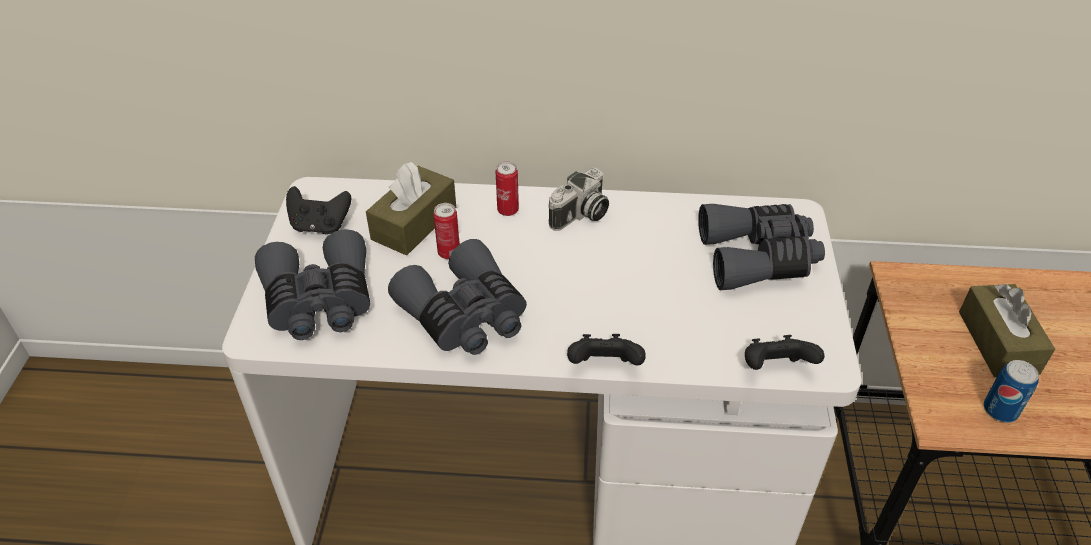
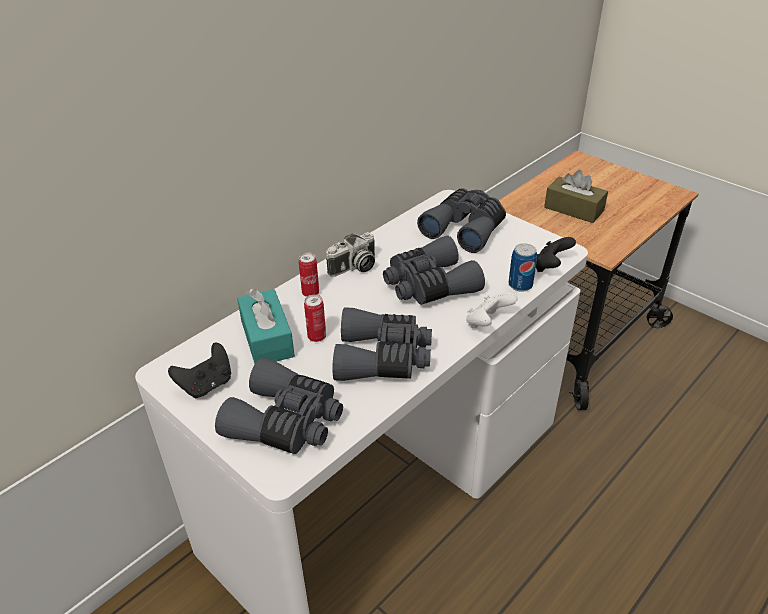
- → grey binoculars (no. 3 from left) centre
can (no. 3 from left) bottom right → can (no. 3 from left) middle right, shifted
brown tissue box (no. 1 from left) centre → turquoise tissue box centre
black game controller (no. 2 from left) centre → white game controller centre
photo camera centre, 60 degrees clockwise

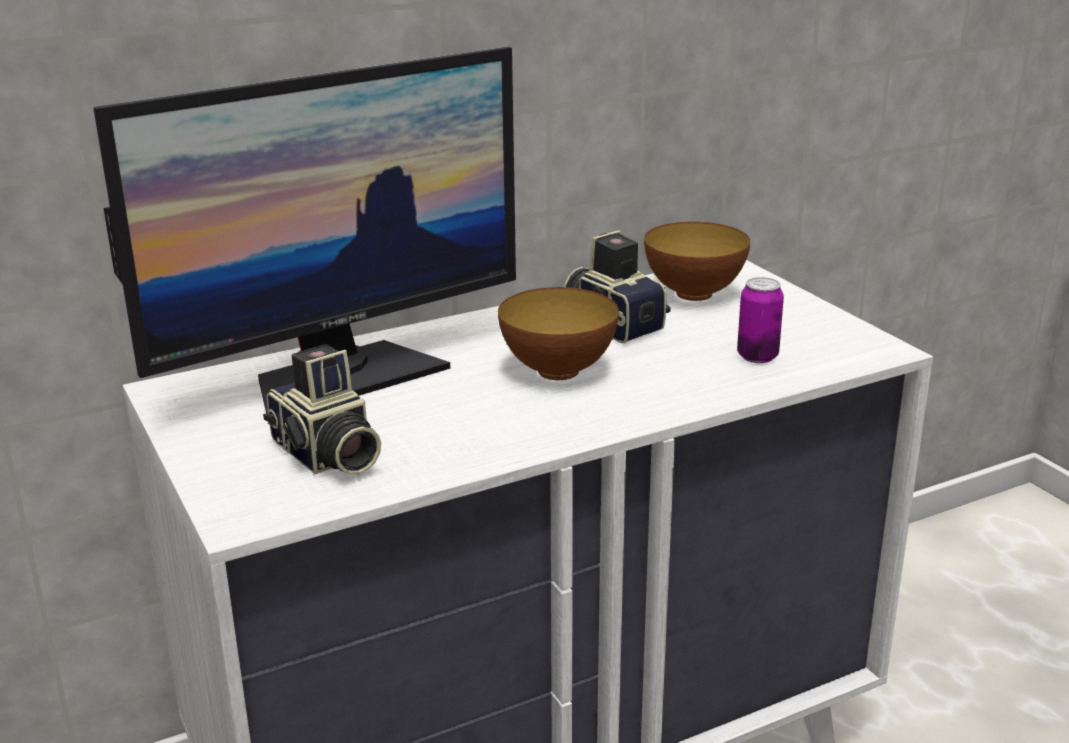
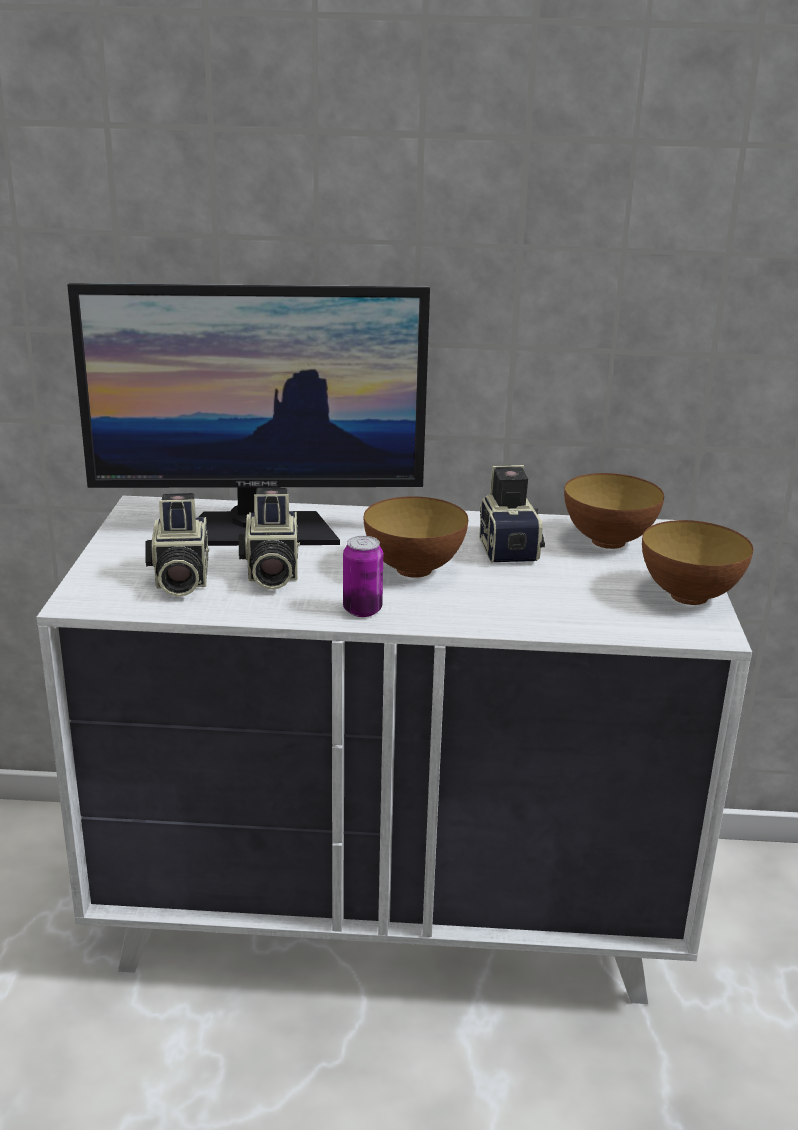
- → photo camera (no. 2 from left) centre
- → bowl (no. 3 from left) middle right
can middle right → can centre, shifted

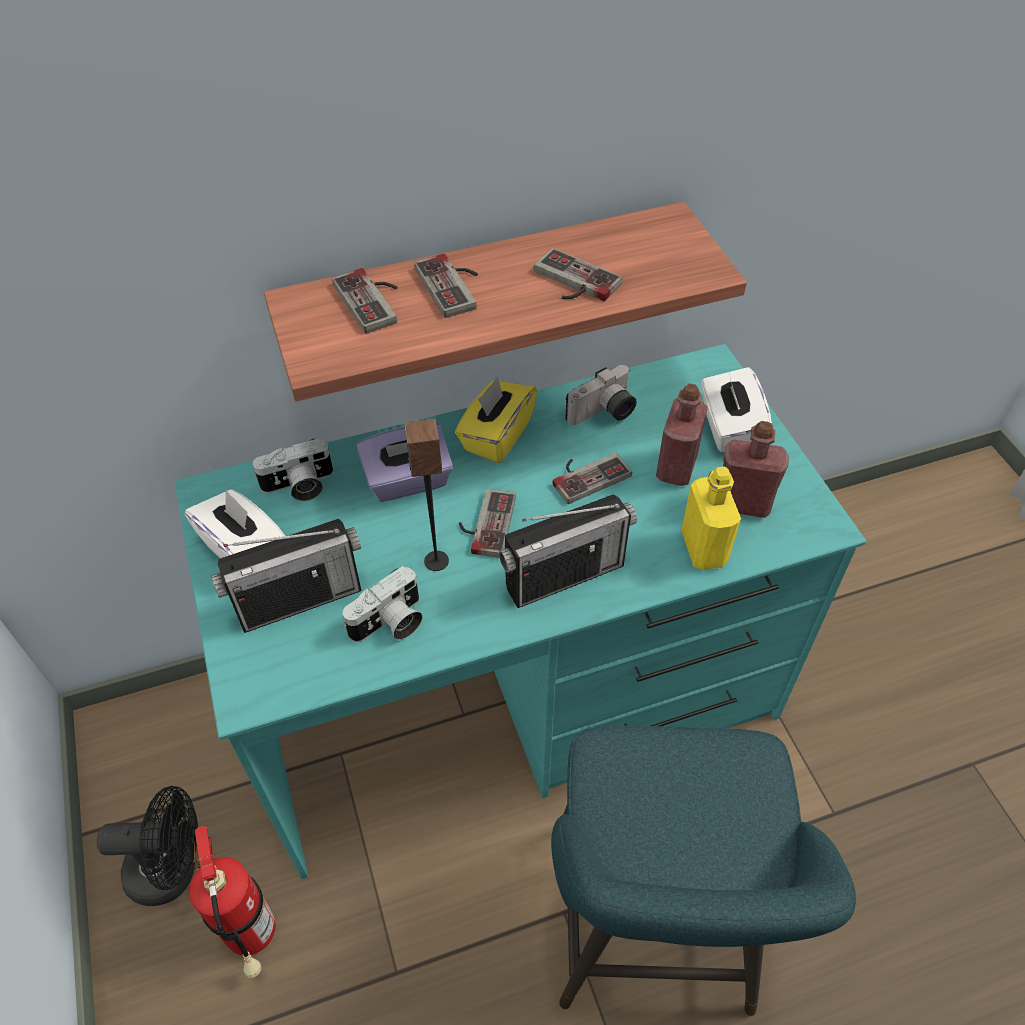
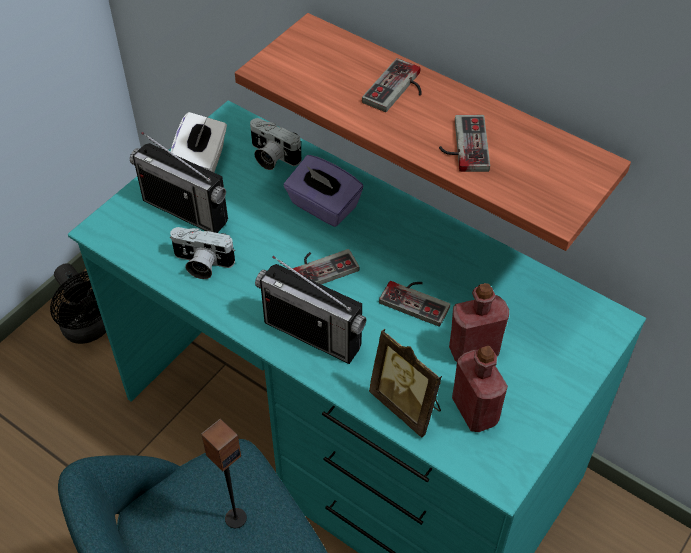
fire extinguisher bottom left → -
game controller (no. 1 from left) top centre → -
yellow tissue box centre → -
photo camera (no. 3 from left) centre → -
white tissue box (no. 2 from left) middle right → -
speaker centre → speaker bottom left, shifted
yellow bottle middle right → picture frame bottom centre

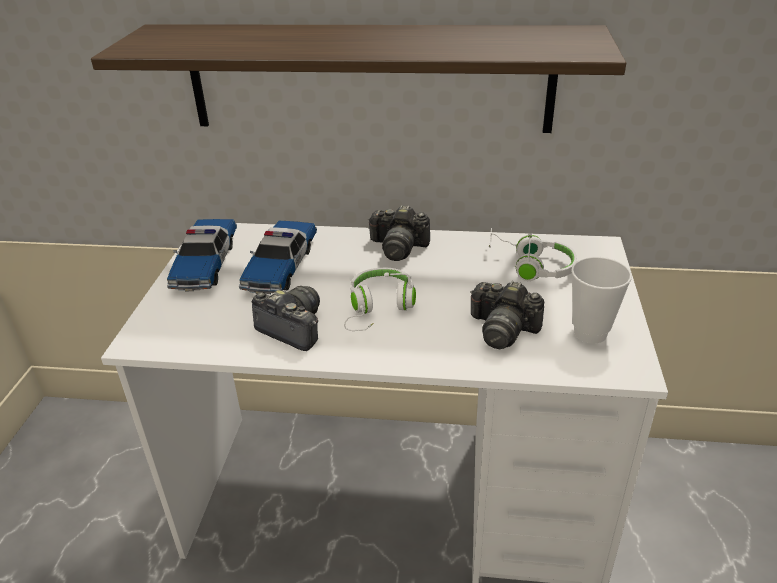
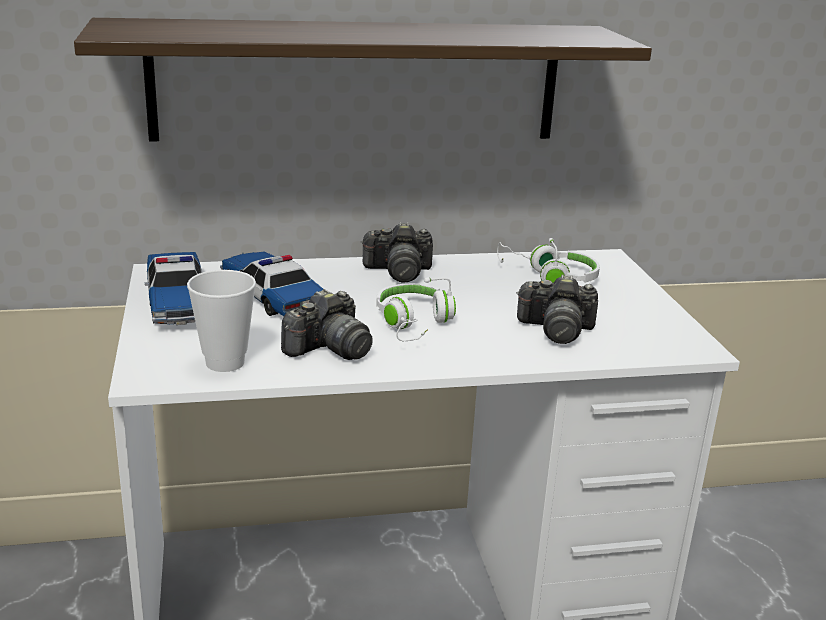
cup middle right → cup middle left, shifted
toy car (no. 2 from left) centre → toy car (no. 2 from left) middle left, 150 degrees clockwise
photo camera (no. 1 from left) centre, 120 degrees clockwise

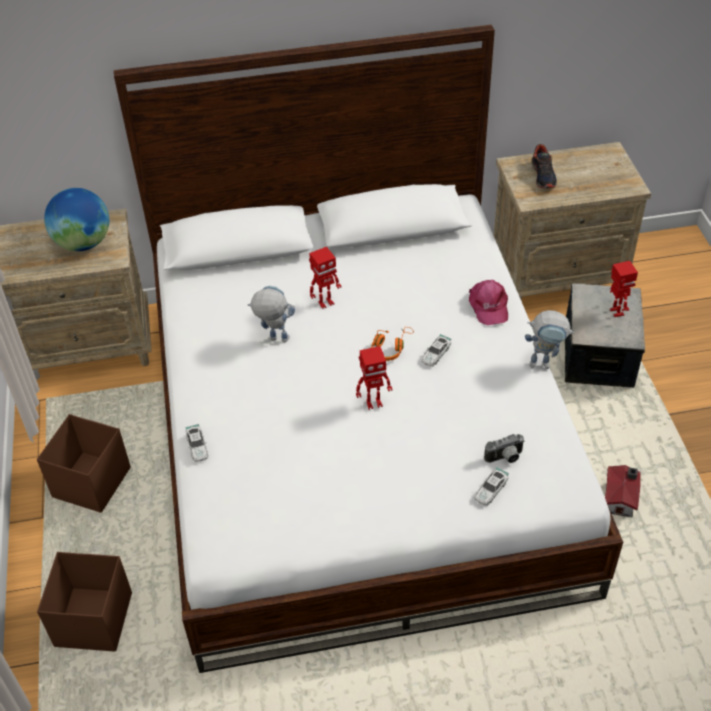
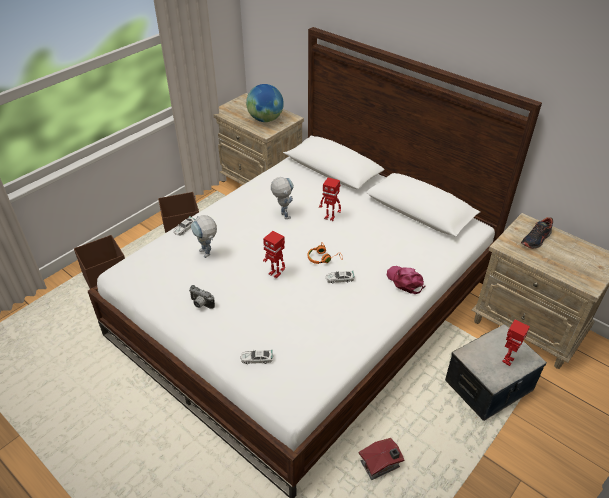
photo camera middle right → photo camera middle left, shifted
toy robot (no. 4 from left in the first image) middle right → toy robot (no. 1 from left) centre, shifted
pink cap middle right, 105 degrees clockwise

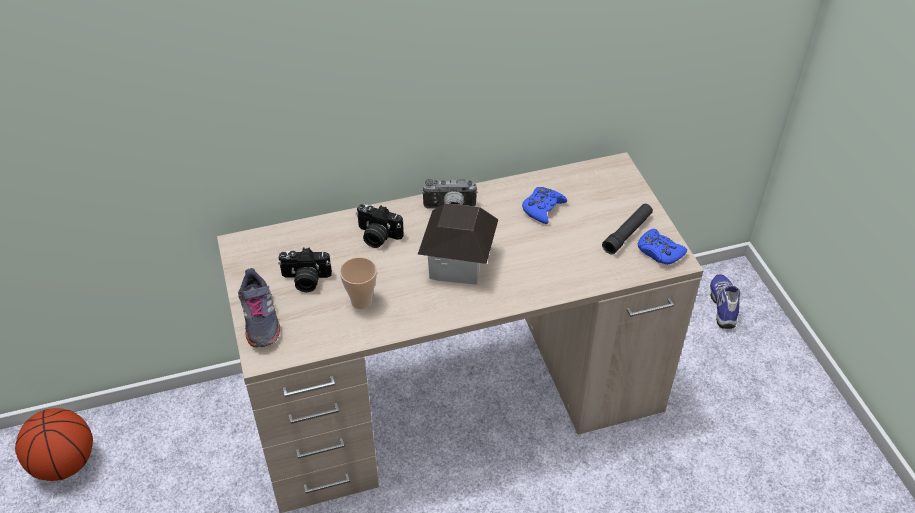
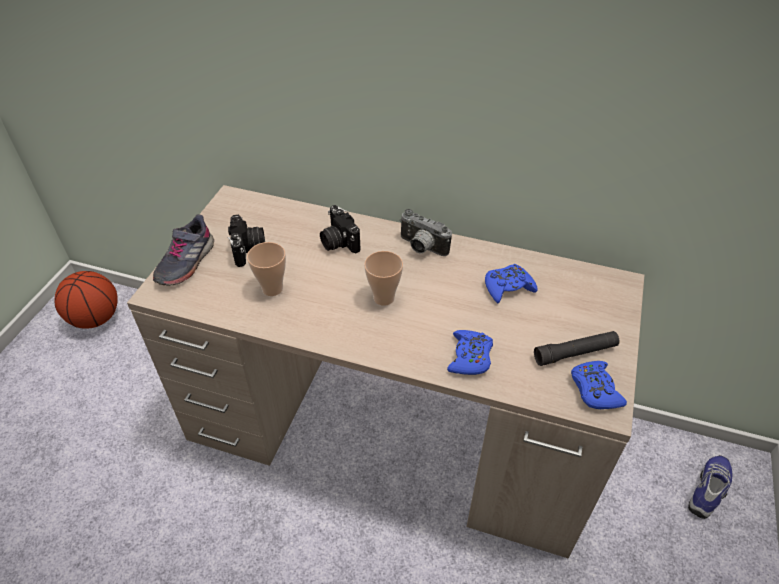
- → blue game controller (no. 1 from left) centre
toy house centre → cup (no. 2 from left) centre
photo camera (no. 1 from left) centre → photo camera (no. 1 from left) middle left, 135 degrees counterclockwise

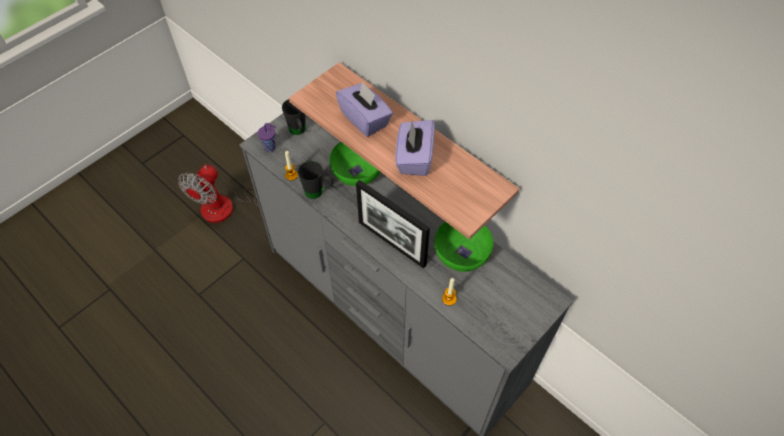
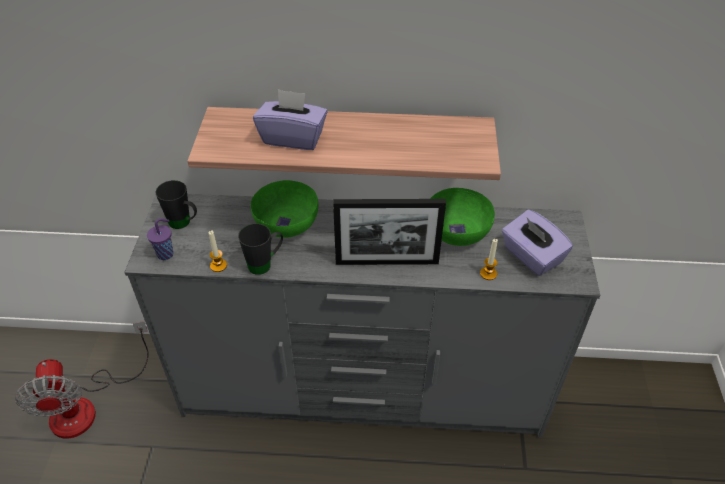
purple tissue box (no. 2 from left) centre → purple tissue box (no. 2 from left) middle right, shifted

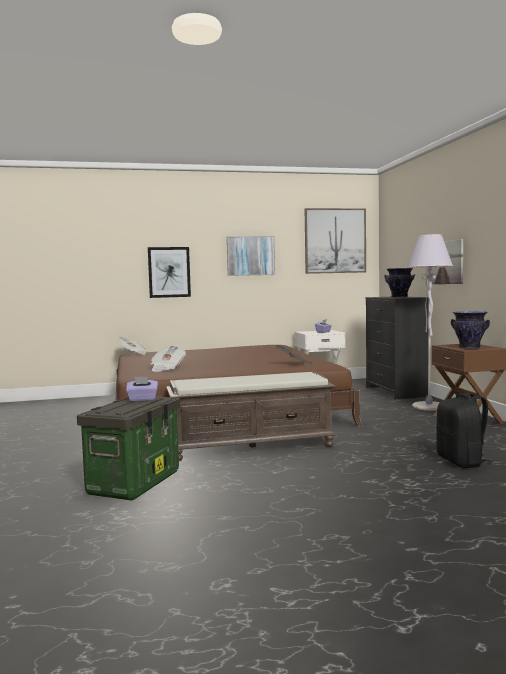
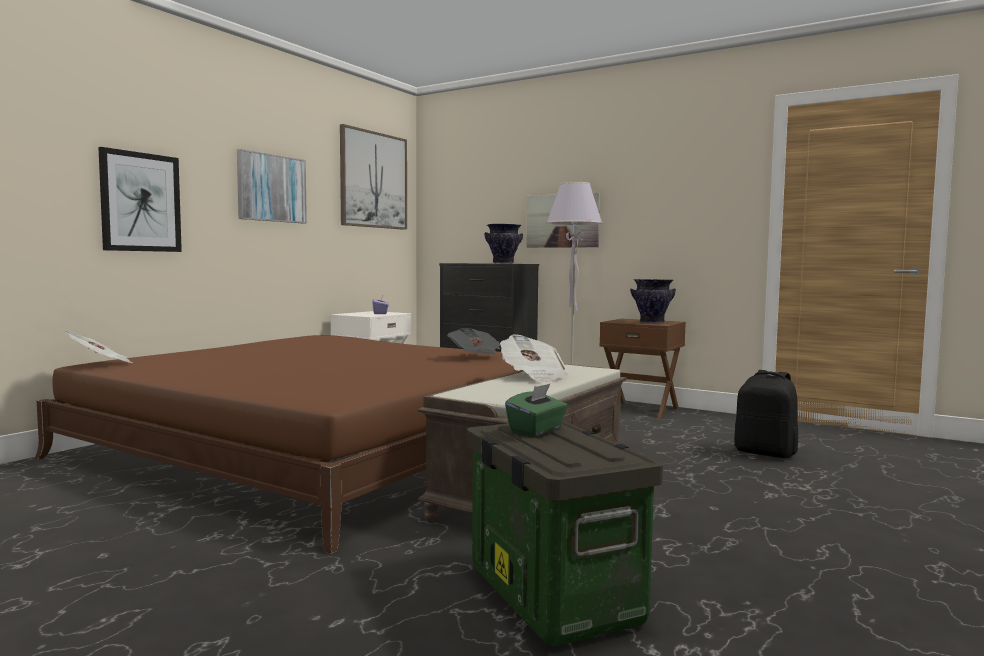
newspaper (no. 2 from left in the first image) middle left → newspaper (no. 3 from left) centre, shifted
purple tissue box (no. 1 from left) middle left → green tissue box centre

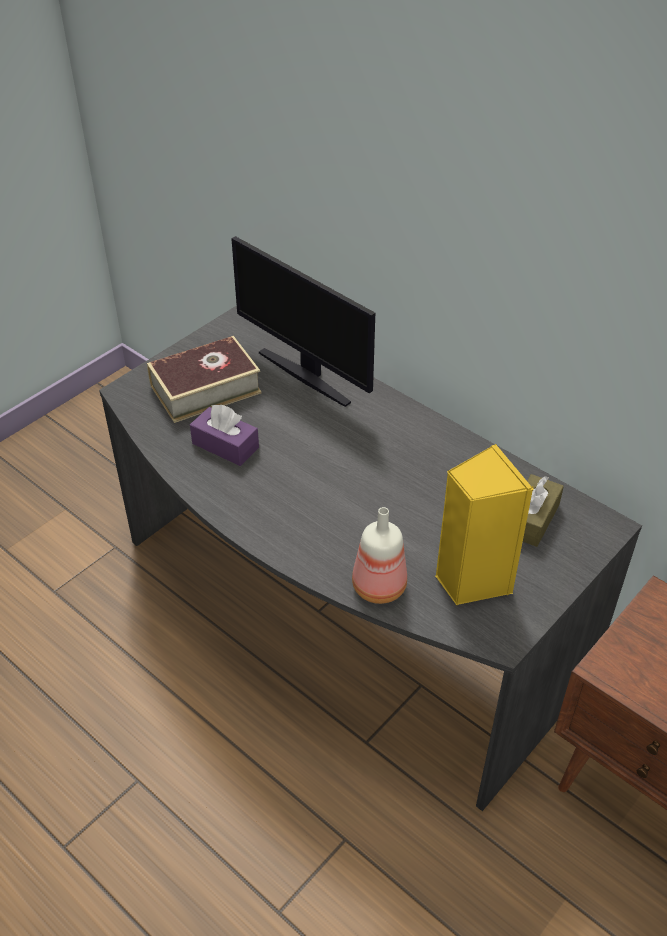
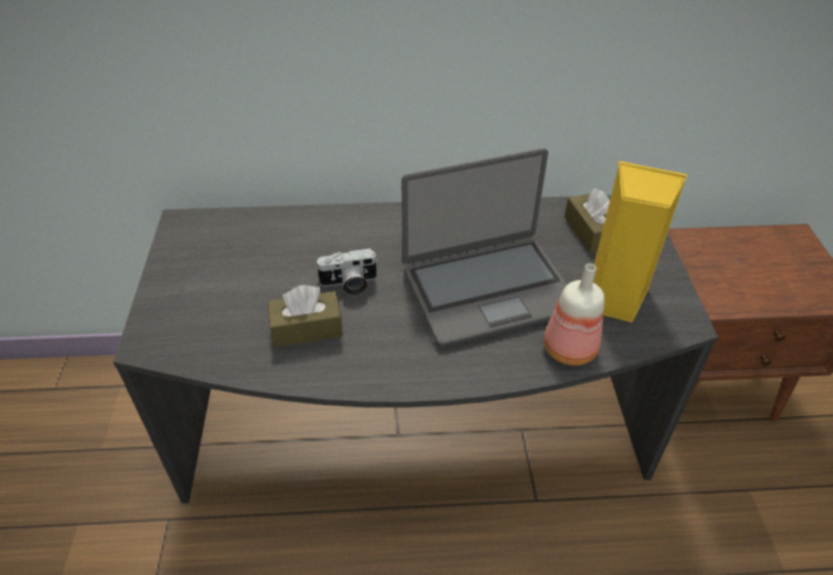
book middle left → -
monitor centre → -
- → photo camera centre
- → laptop centre
purple tissue box centre → brown tissue box (no. 1 from left) centre

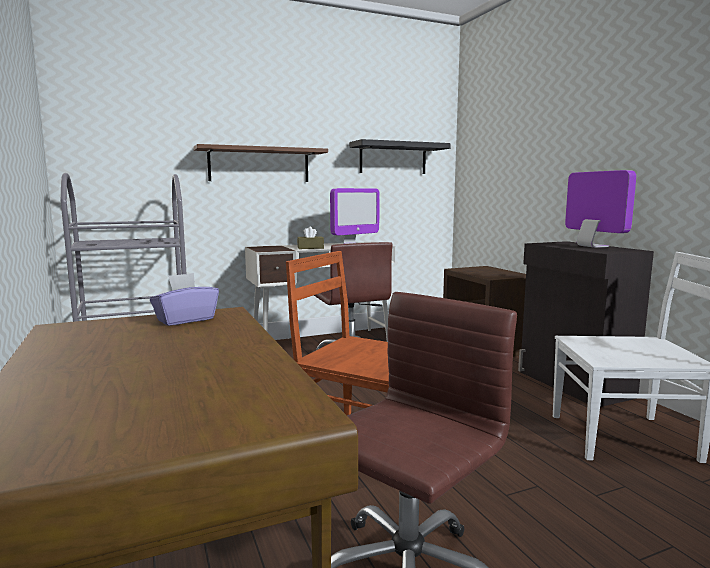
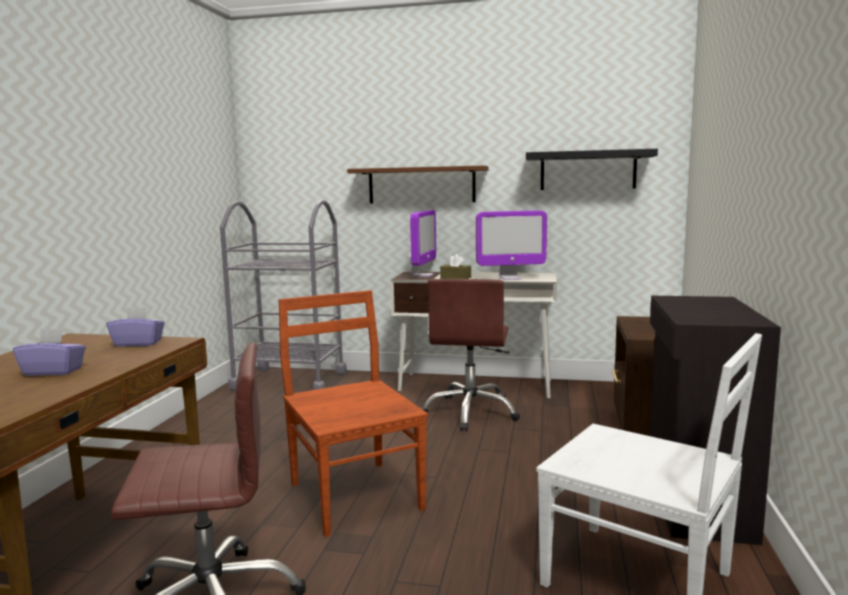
- → purple tissue box (no. 1 from left) middle left
monitor (no. 2 from left in the first image) middle right → monitor (no. 1 from left) centre, shifted

